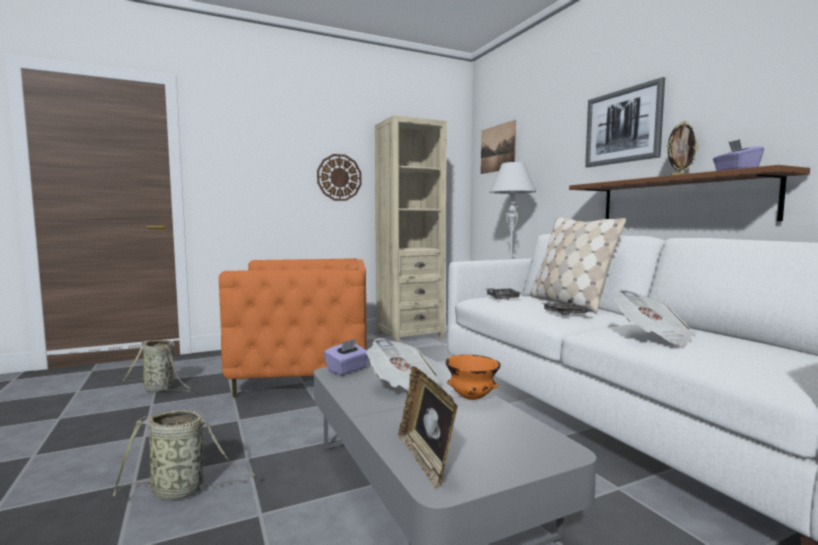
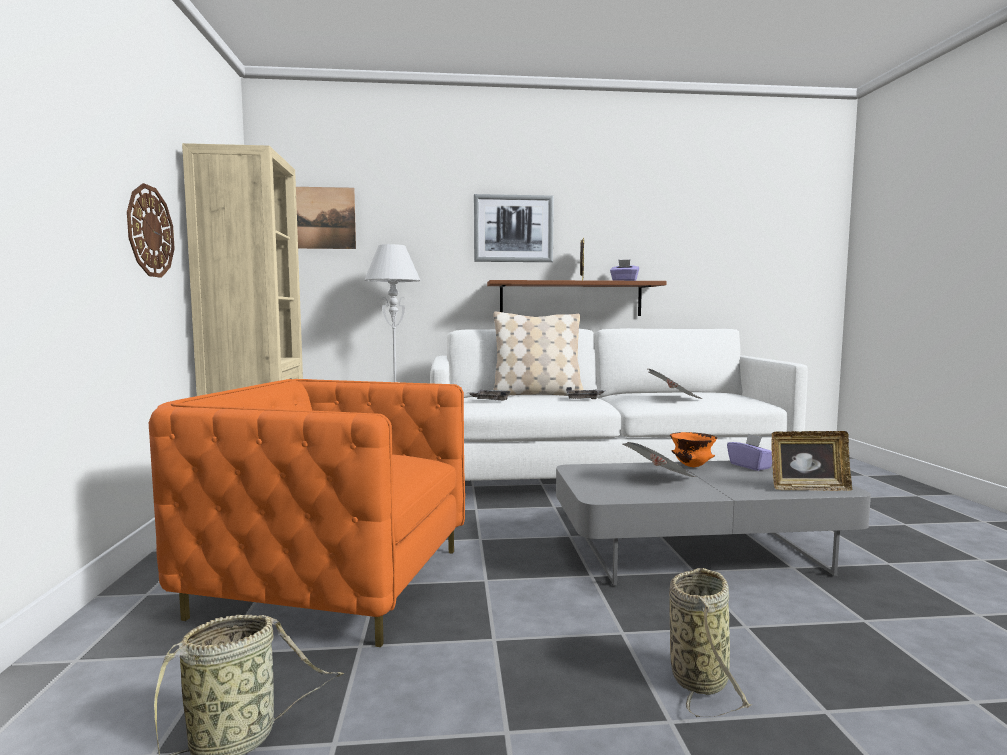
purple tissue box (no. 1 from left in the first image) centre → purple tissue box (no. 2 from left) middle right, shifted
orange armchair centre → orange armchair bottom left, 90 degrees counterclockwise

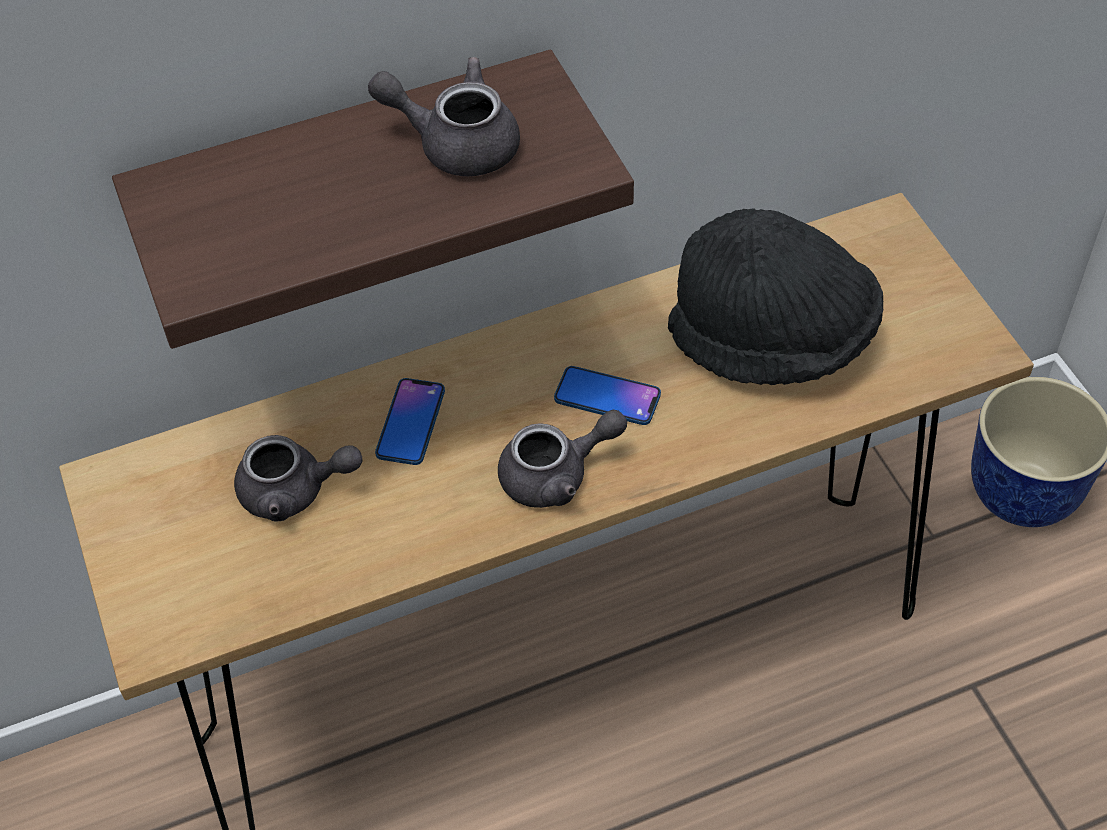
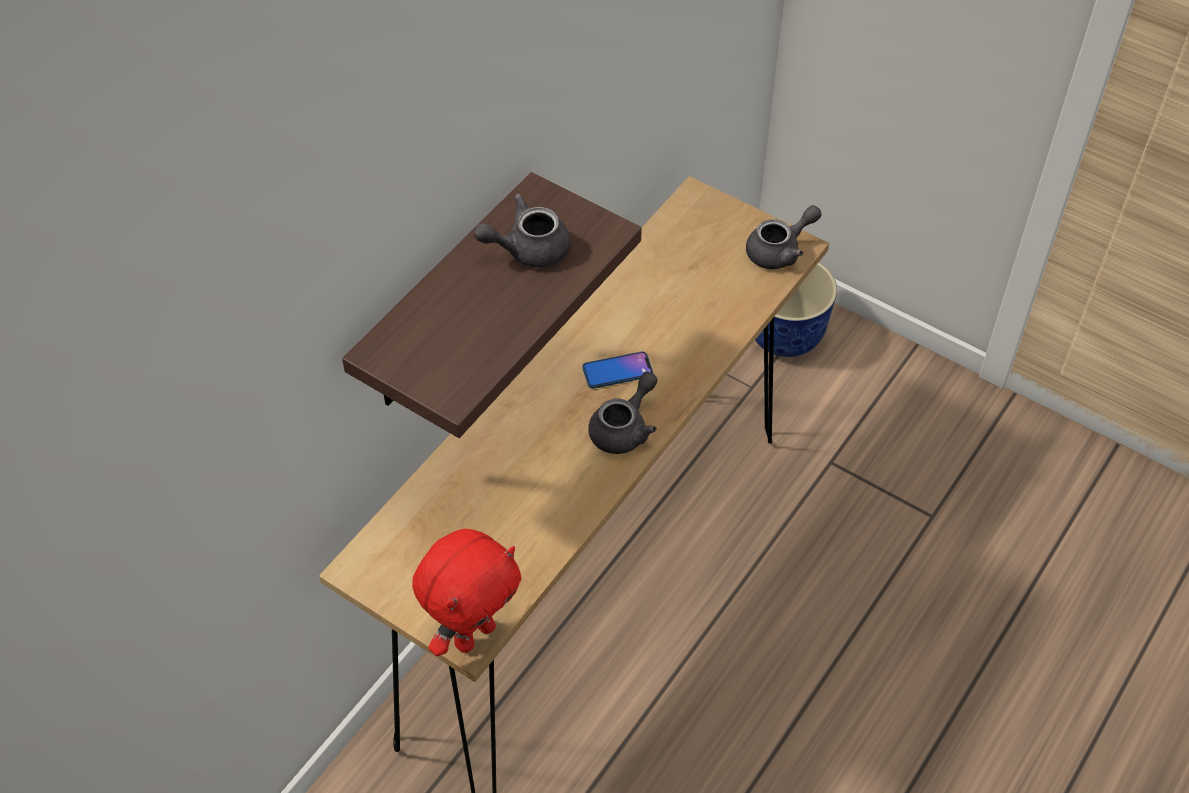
phone (no. 1 from left) centre → -
black hat middle right → -
- → red plush toy bottom centre
grey teapot (no. 1 from left in the first image) middle left → grey teapot (no. 3 from left) top centre, shifted

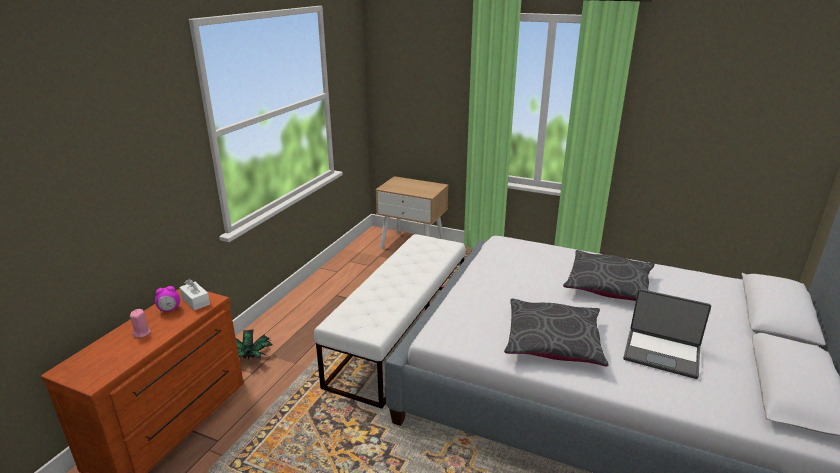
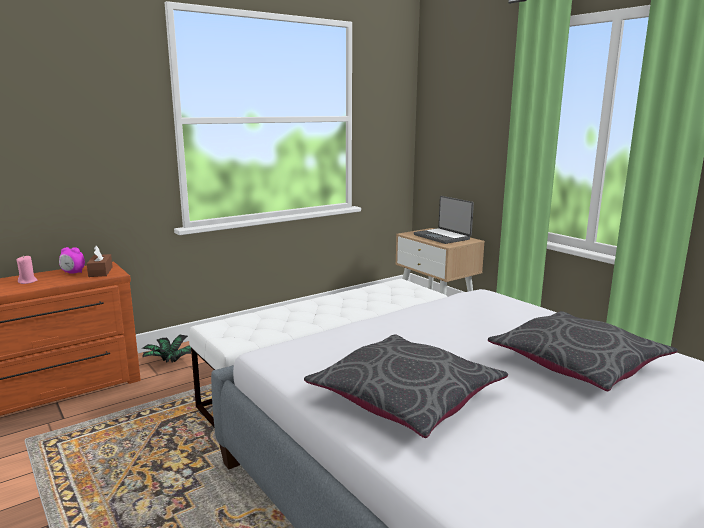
laptop bottom right → laptop centre, shifted
white tissue box middle left → brown tissue box middle left

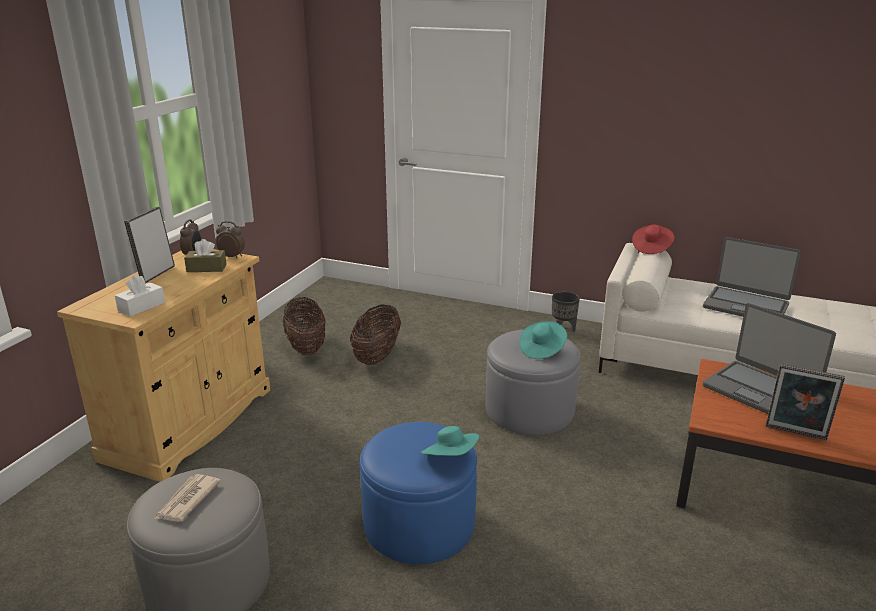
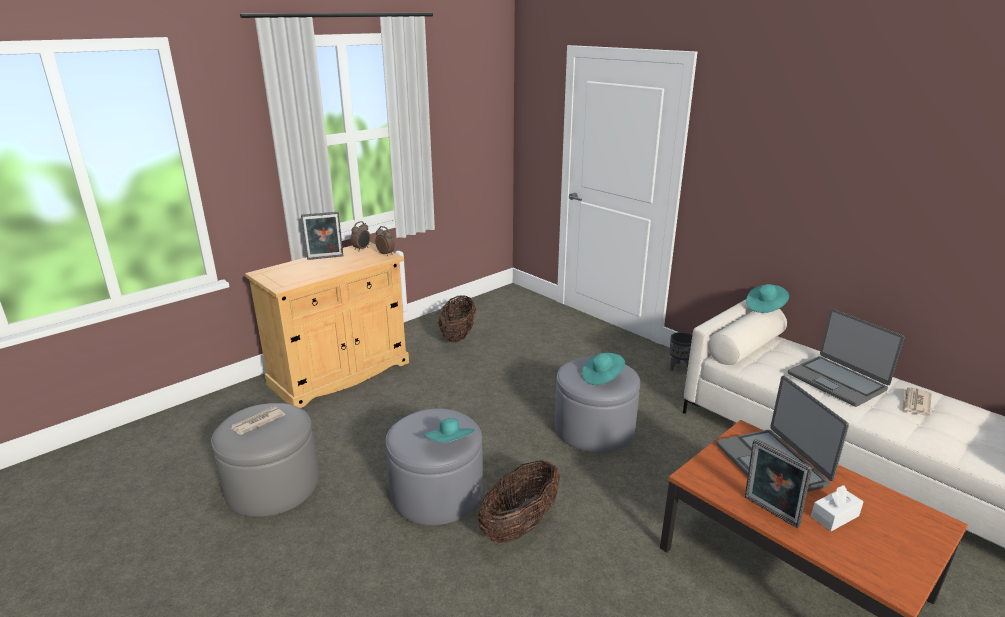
brown tissue box middle left → -
- → newspaper (no. 2 from left) middle right
white tissue box middle left → white tissue box bottom right, shifted
basket (no. 2 from left) centre → basket (no. 2 from left) bottom centre, shifted
blue ottoman bottom centre → grey ottoman (no. 2 from left) bottom centre
red hat middle right → turquoise hat (no. 3 from left) middle right
picture frame (no. 1 from left) middle left, 150 degrees counterclockwise

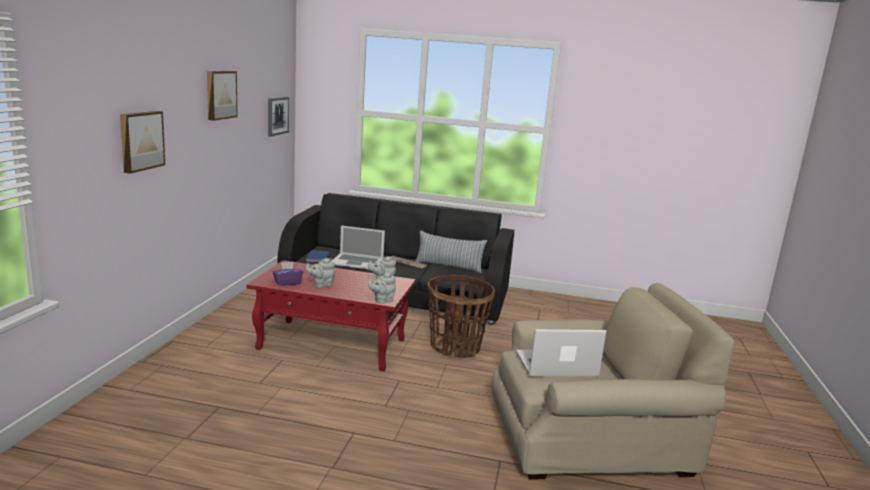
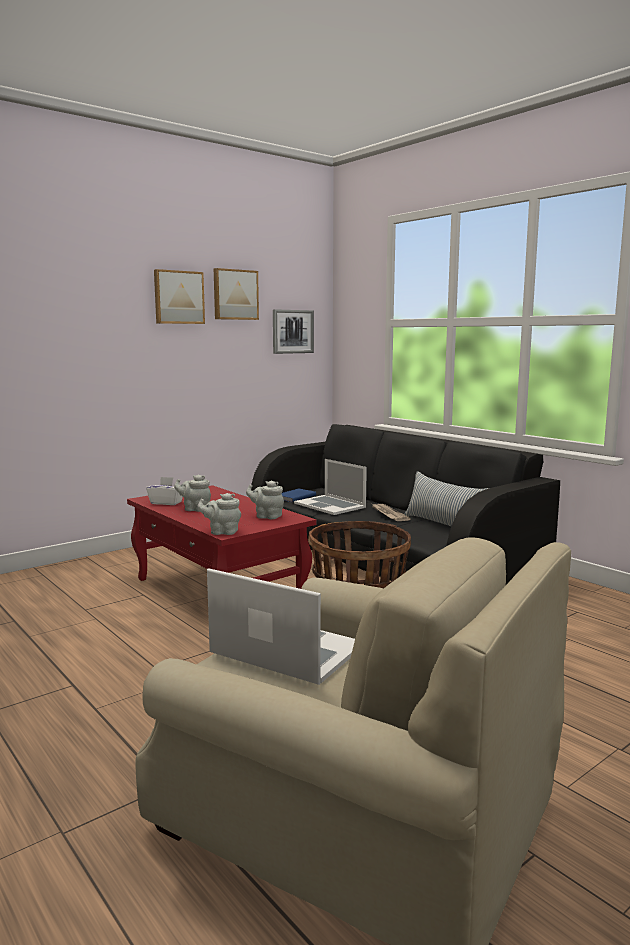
picture (no. 1 from left in the first image) top left → picture (no. 2 from left) top centre, shifted
purple tissue box middle left → white tissue box middle left

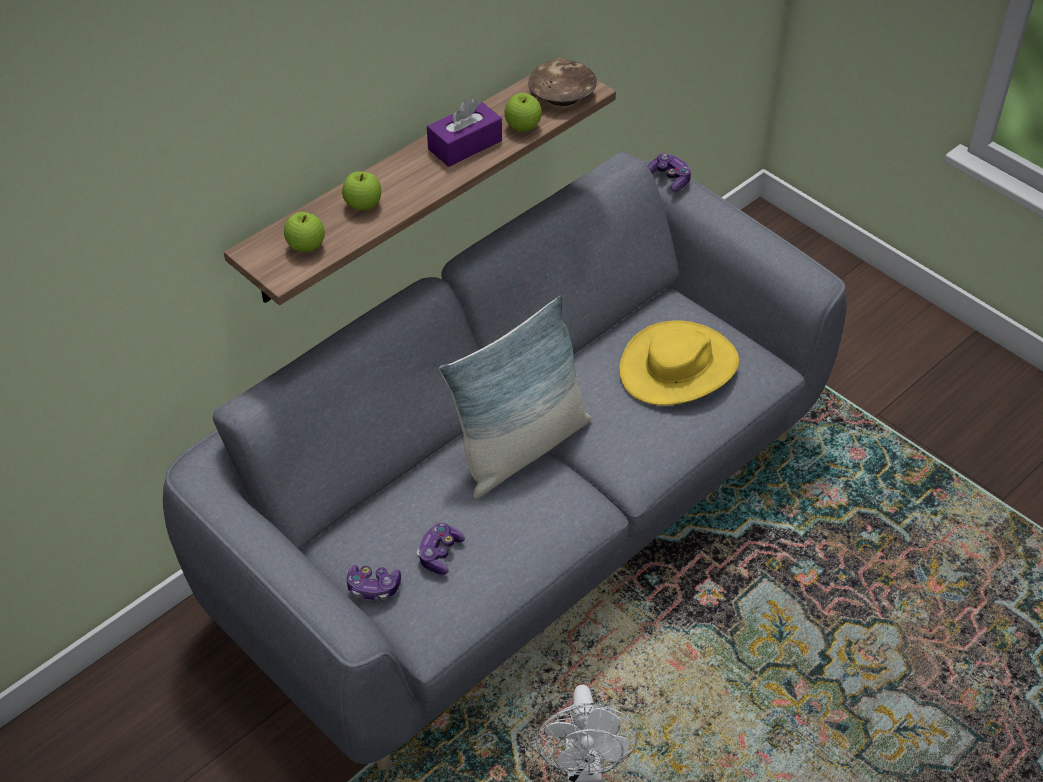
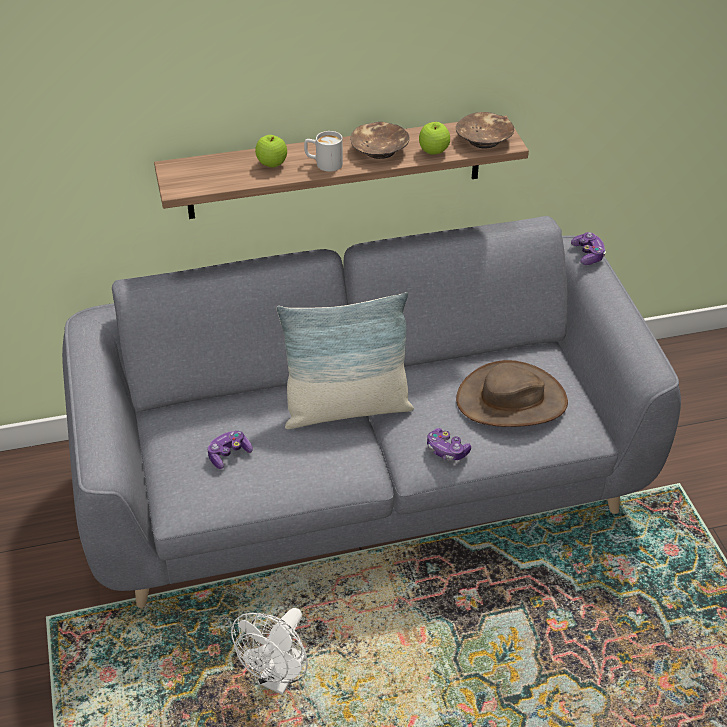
apple (no. 1 from left) top left → -
- → white mug top centre
game controller (no. 1 from left in the first image) bottom centre → game controller (no. 2 from left) centre, shifted
purple tissue box top centre → brown bowl (no. 1 from left) top centre
yellow hat centre → brown hat middle right

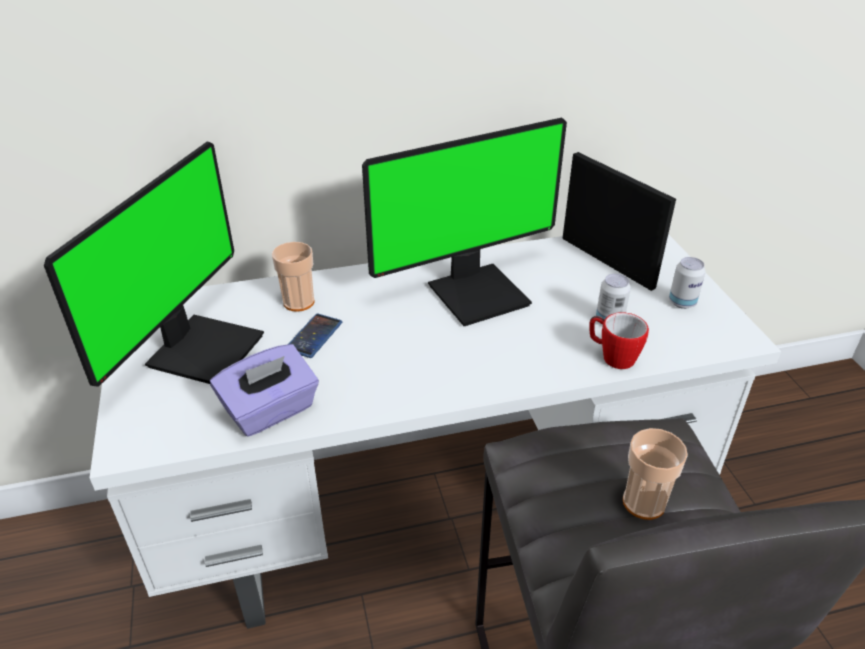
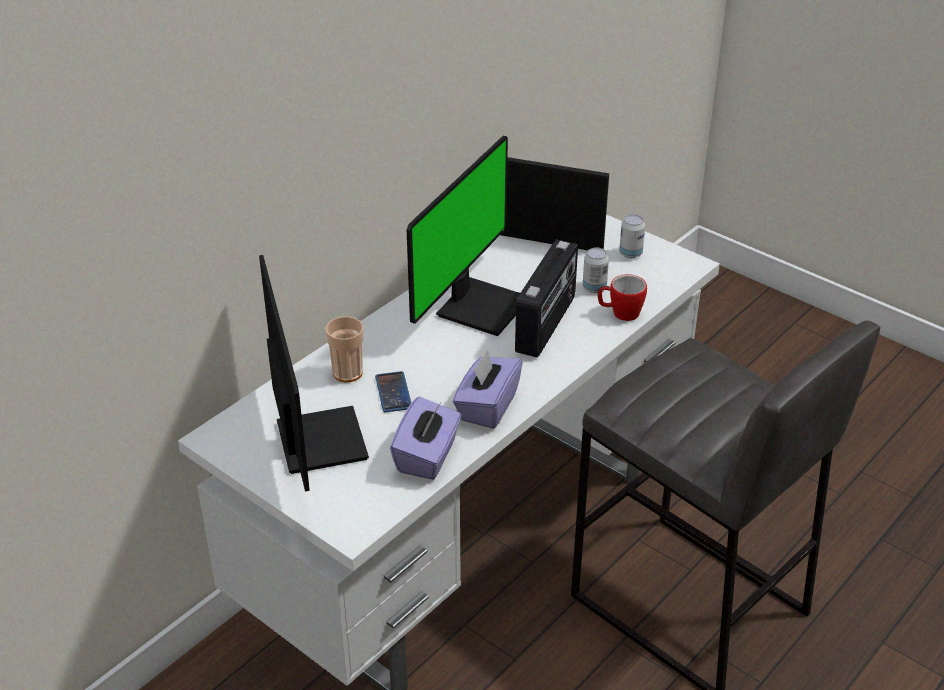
cup (no. 2 from left) bottom right → -
- → purple tissue box (no. 2 from left) centre
- → radio centre

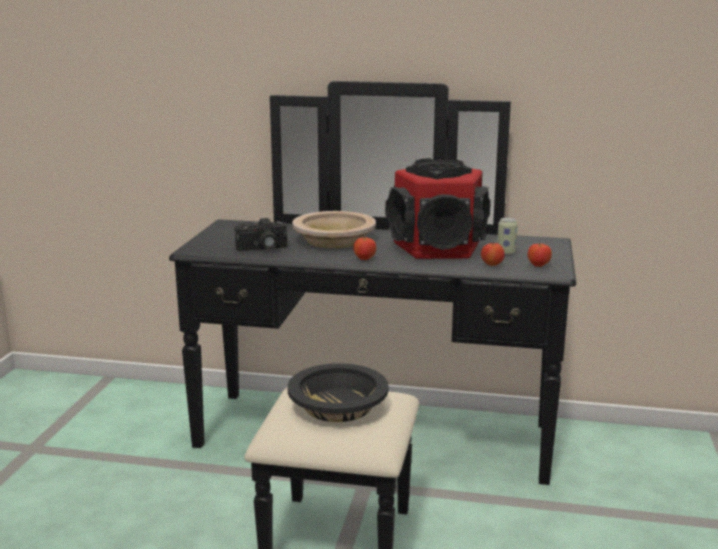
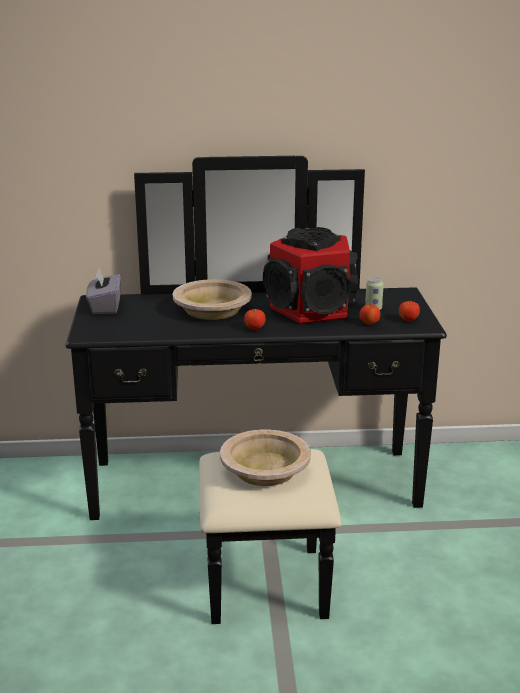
photo camera centre → -
- → grey tissue box middle left
black bowl bottom centre → beige bowl (no. 2 from left) centre

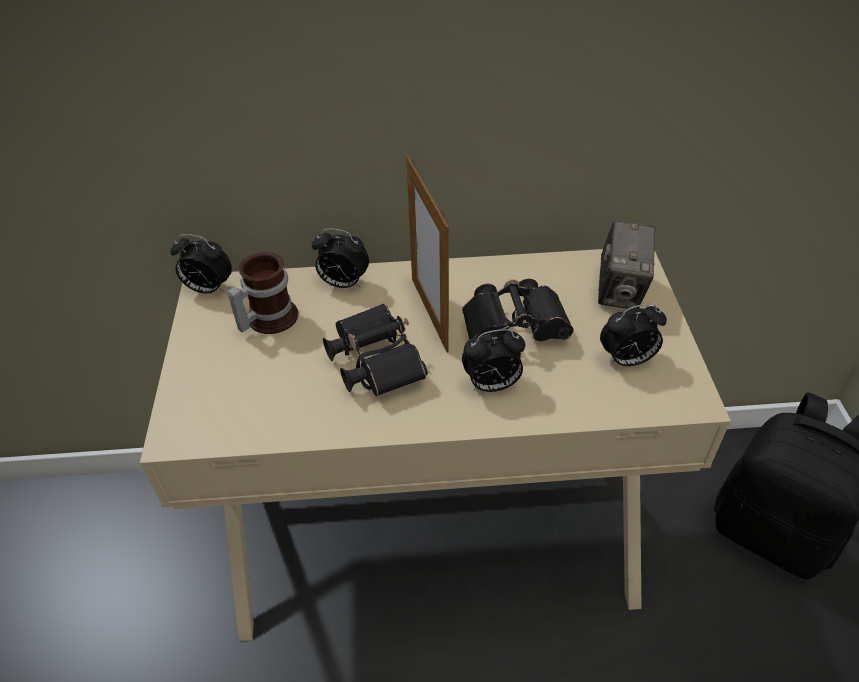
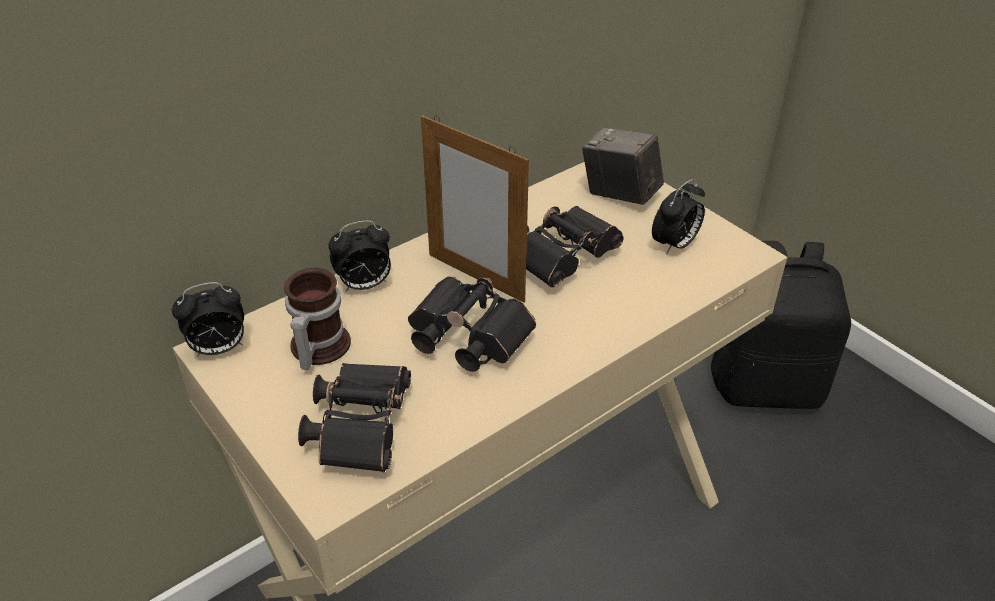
alarm clock (no. 3 from left) centre → -
- → black binoculars (no. 1 from left) bottom centre
photo camera middle right → photo camera top centre, 150 degrees clockwise

